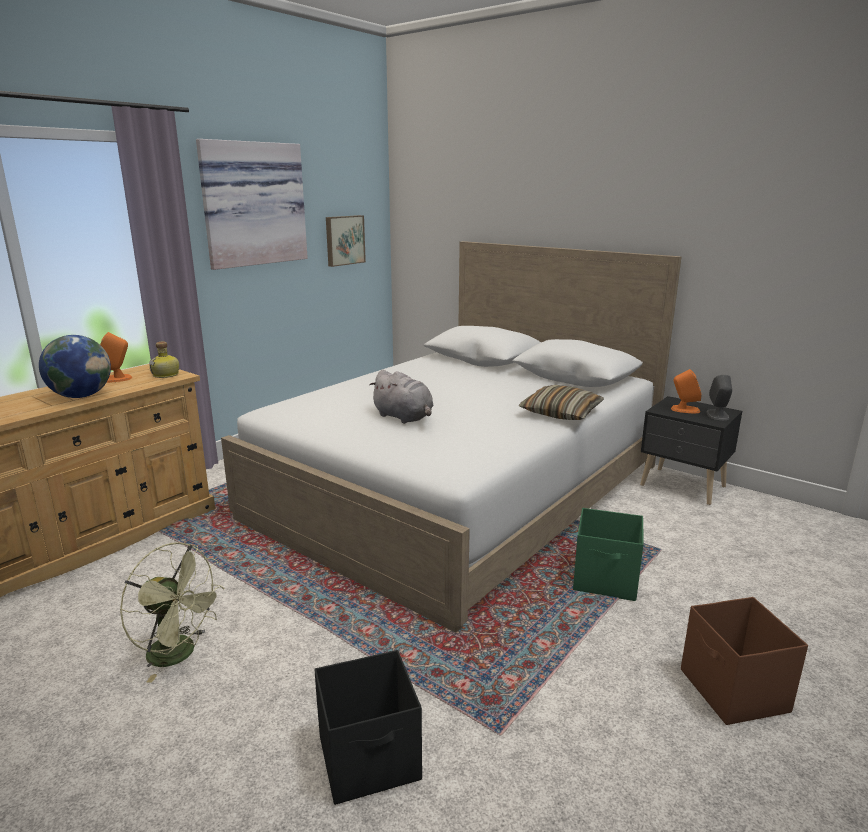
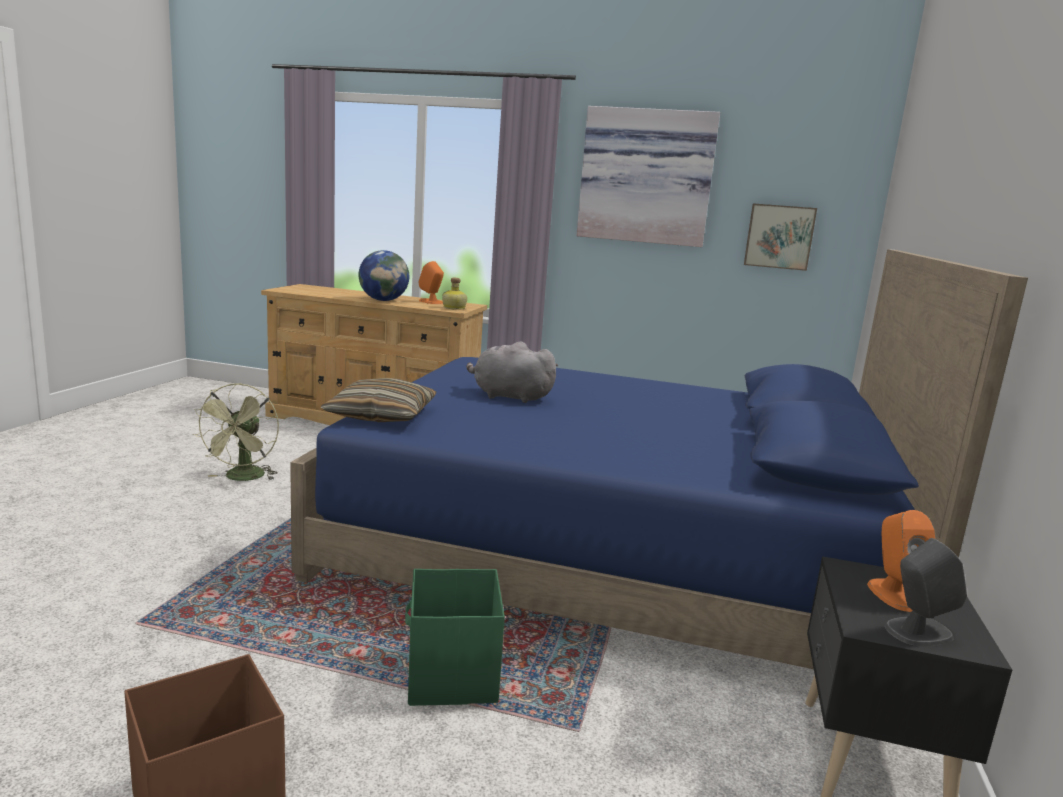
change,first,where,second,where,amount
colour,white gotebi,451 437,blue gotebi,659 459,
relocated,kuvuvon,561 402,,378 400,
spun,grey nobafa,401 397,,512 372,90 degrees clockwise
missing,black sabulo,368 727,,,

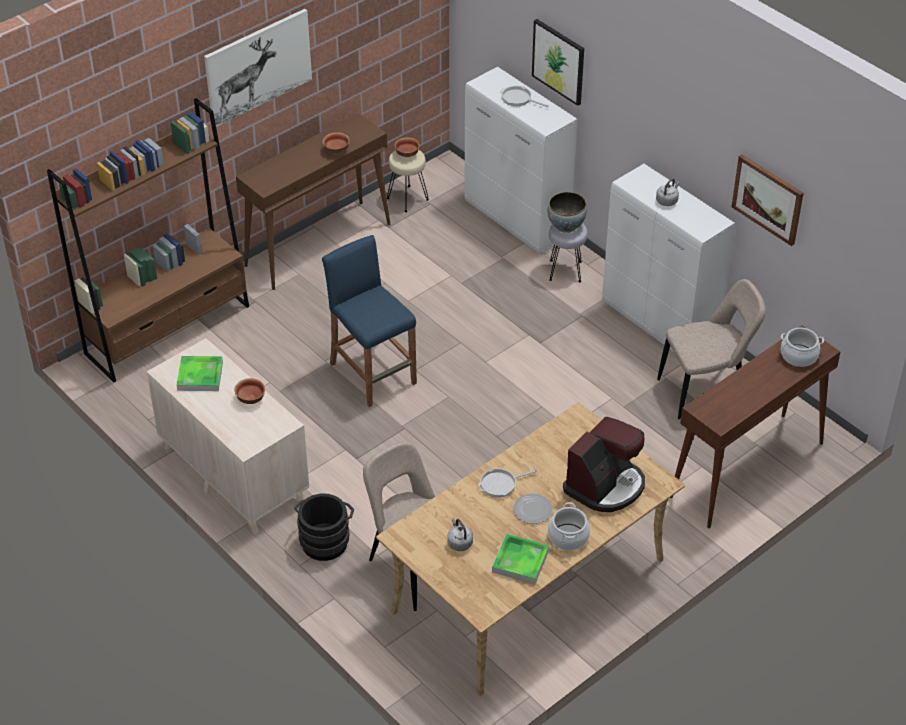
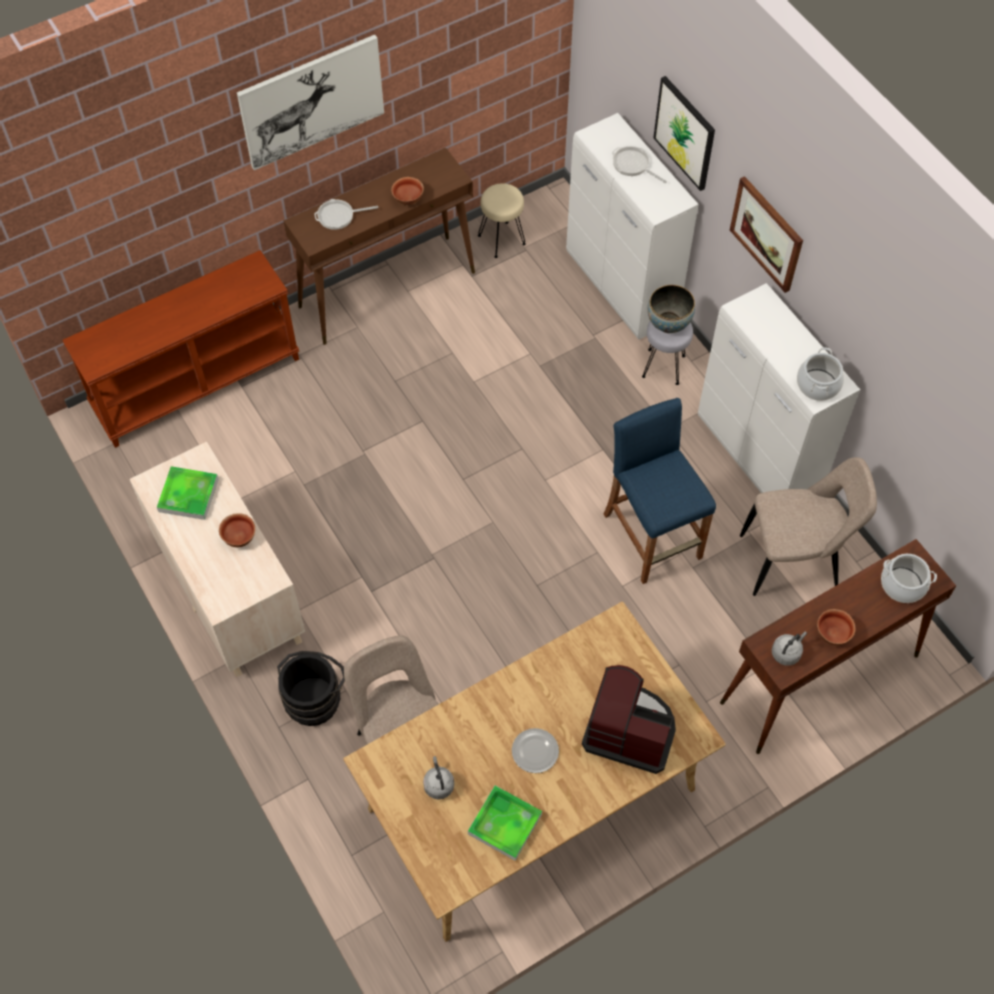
change,first,where,second,where,amount
exchanged,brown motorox,148 240,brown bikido,180 349,
relocated,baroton,508 483,,346 214,
spun,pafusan,604 464,,629 719,120 degrees counterclockwise
relocated,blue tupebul,369 321,,659 491,
relocated,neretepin,767 200,,766 234,
relocated,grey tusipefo,668 192,,789 649,
relocated,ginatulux,569 526,,820 374,
relocated,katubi,407 147,,836 627,

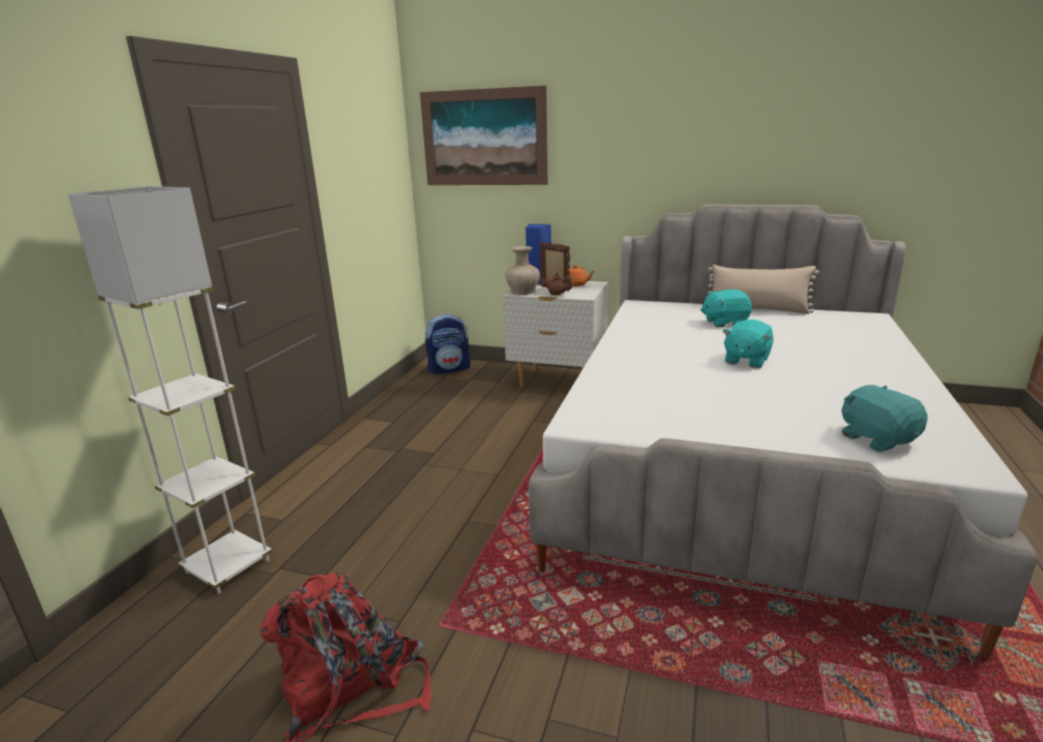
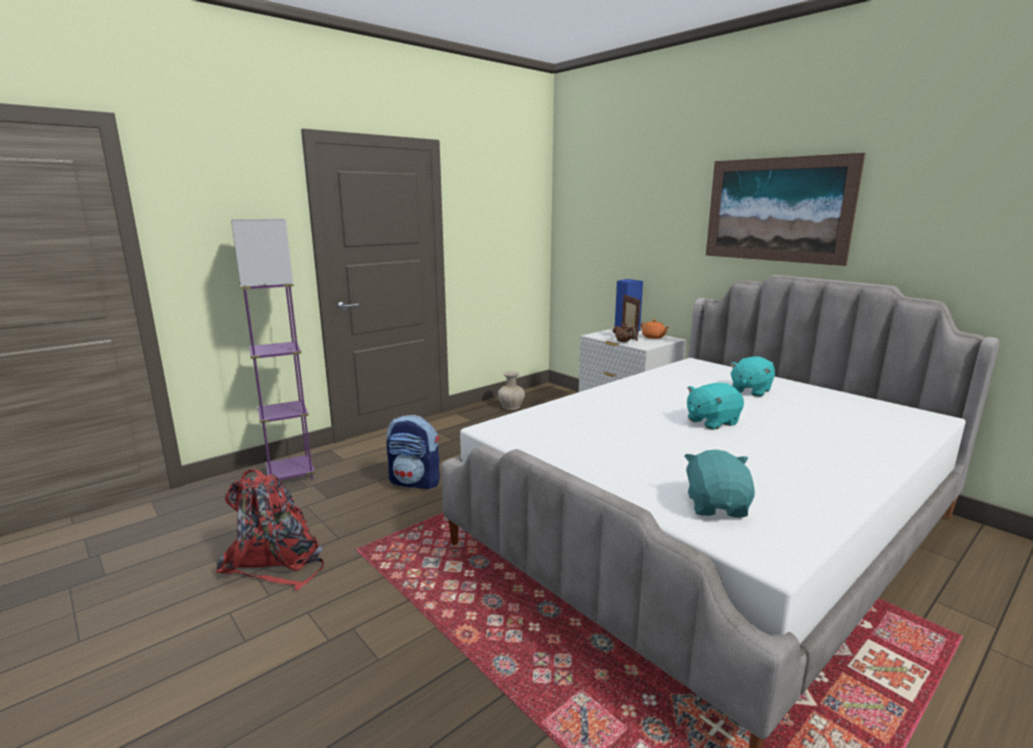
change,first,where,second,where,amount
colour,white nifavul,170 390,purple nifavul,273 349,
relocated,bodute,447 344,,413 452,
relocated,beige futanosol,522 270,,511 390,
relocated,neretepin,484 135,,785 209,
spun,turquoise nobafa,726 308,,752 376,75 degrees counterclockwise
missing,beige kuvuvon,763 289,,,

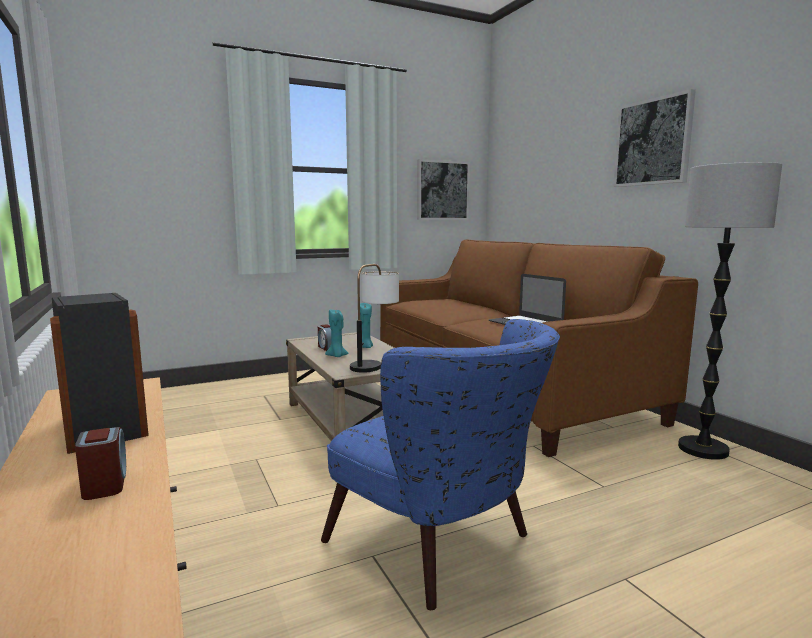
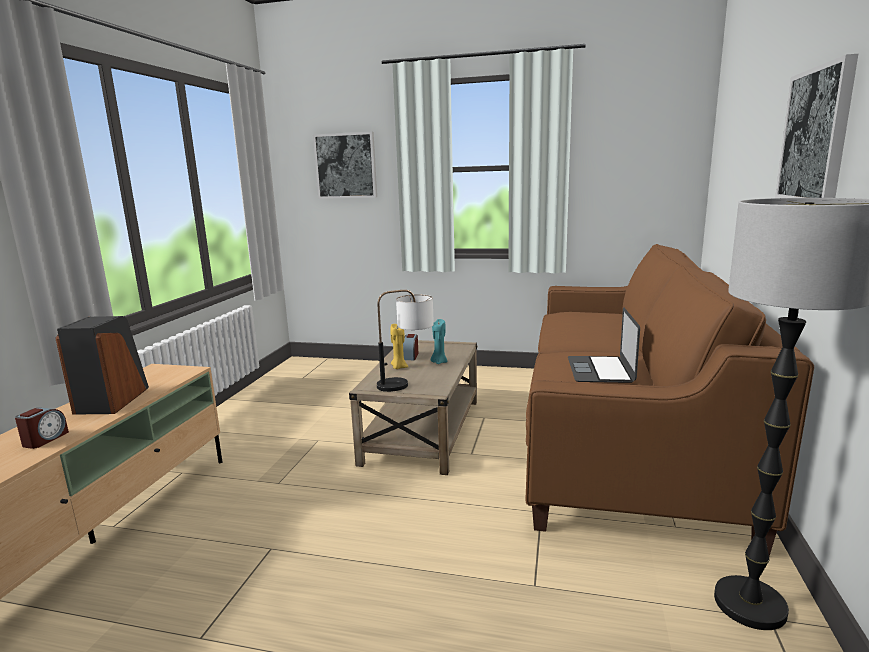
change,first,where,second,where,amount
relocated,neretepin,443 189,,345 165,
colour,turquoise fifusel,337 333,yellow fifusel,399 346,
missing,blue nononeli,440 464,,,

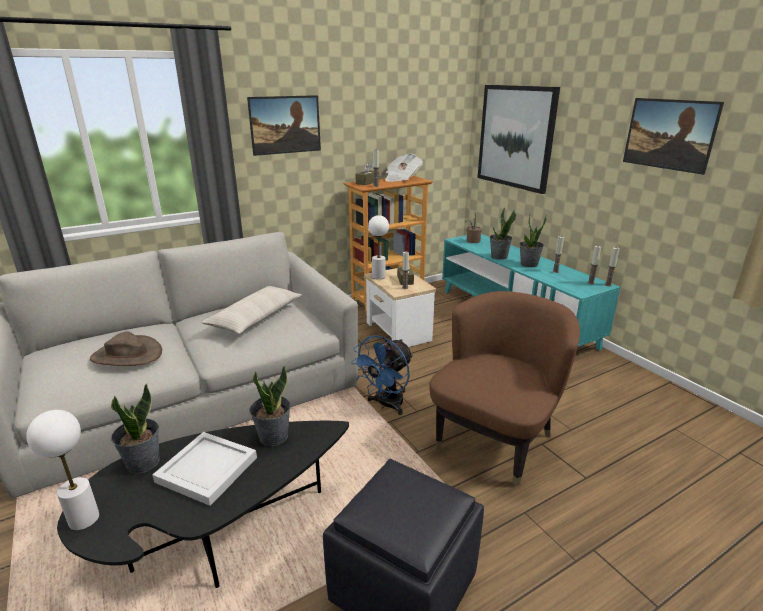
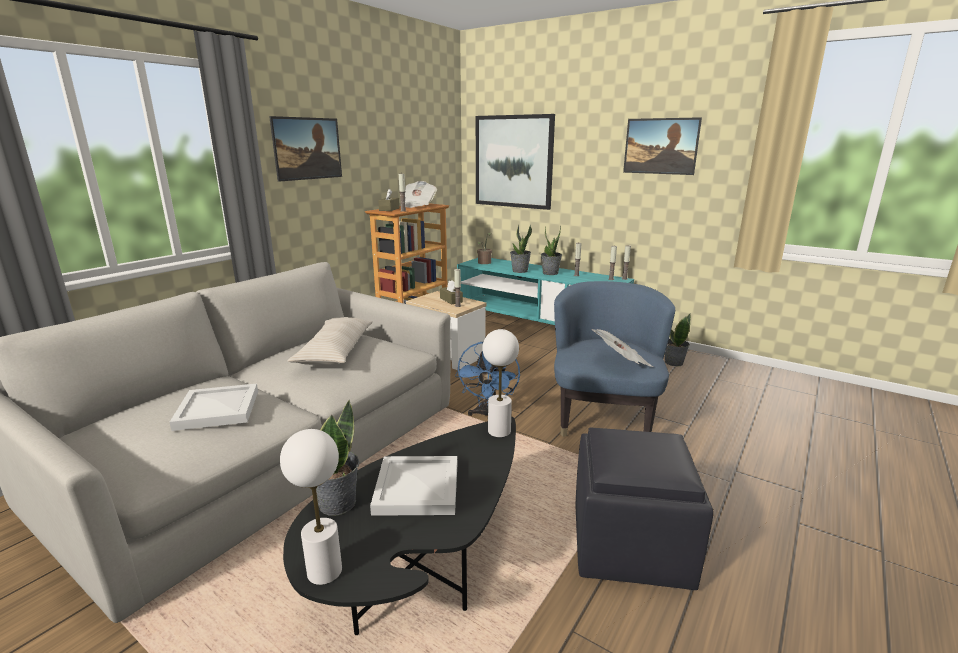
change,first,where,second,where,amount
exchanged,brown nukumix,126 348,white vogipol,214 407,
relocated,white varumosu,378 247,,500 383,
colour,brown nononeli,504 388,blue nononeli,614 359,
appeared,,,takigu,622 348,
relocated,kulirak,270 406,,678 340,

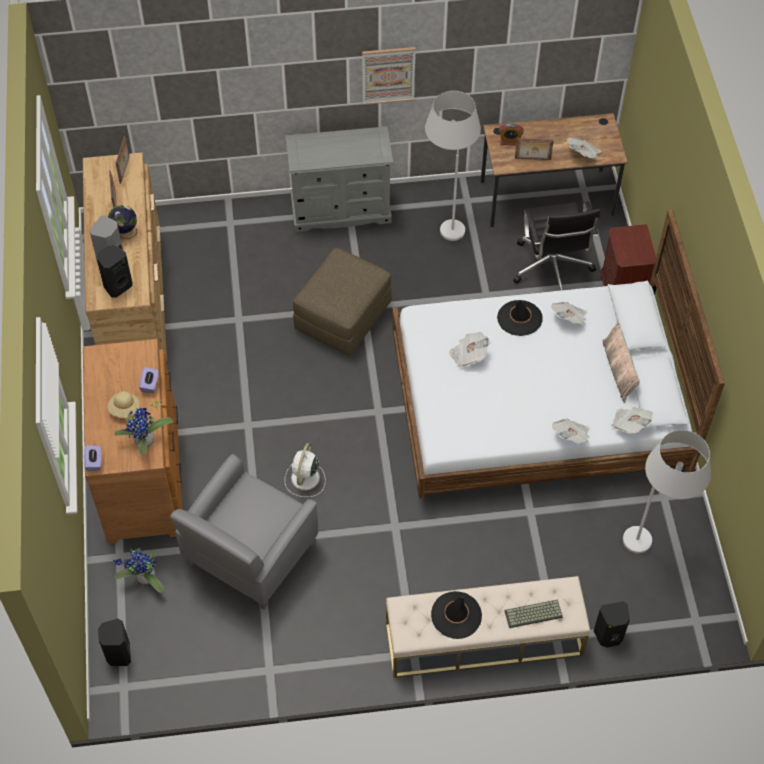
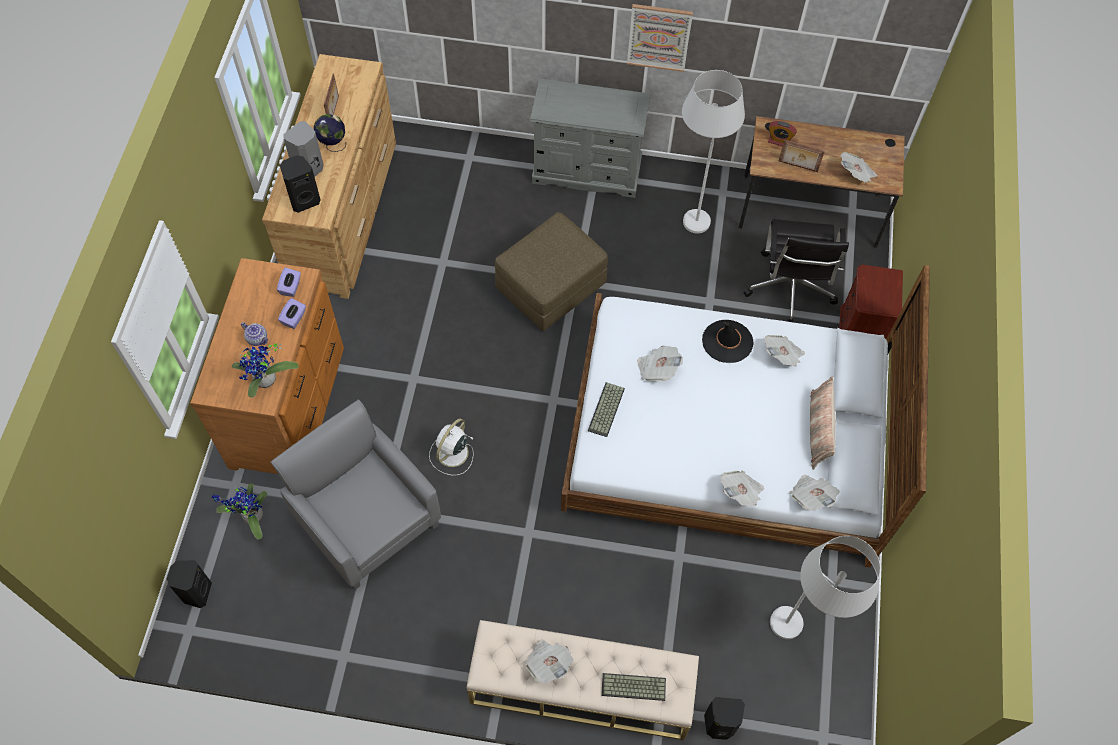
change,first,where,second,where,amount
exchanged,beige nukumix,124 404,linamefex,254 334,
spun,grey nononeli,244 532,,356 494,90 degrees clockwise
relocated,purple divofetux,93 458,,289 282,
exchanged,black nukumix,456 615,takigu,548 662,
appeared,,,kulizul,606 409,
missing,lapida,122 160,,,

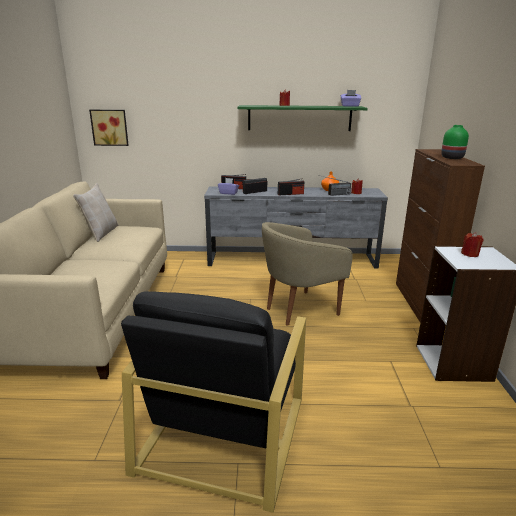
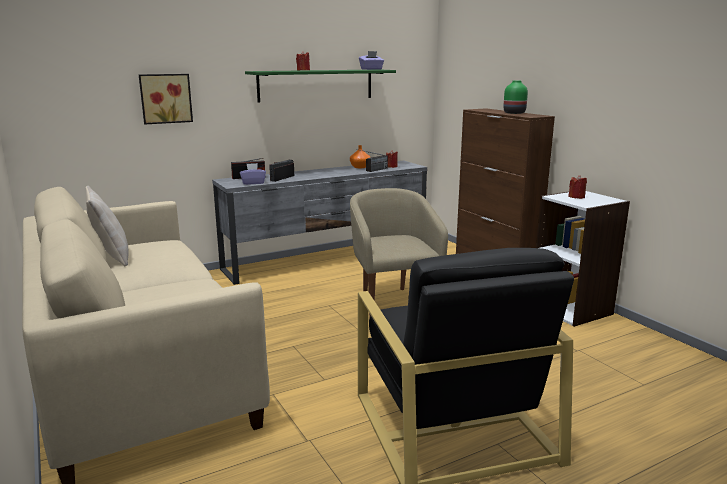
change,first,where,second,where,amount
relocated,neretepin,109 128,,166 99,
spun,beige nononeli,307 274,,399 253,135 degrees clockwise
missing,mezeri,291 186,,,

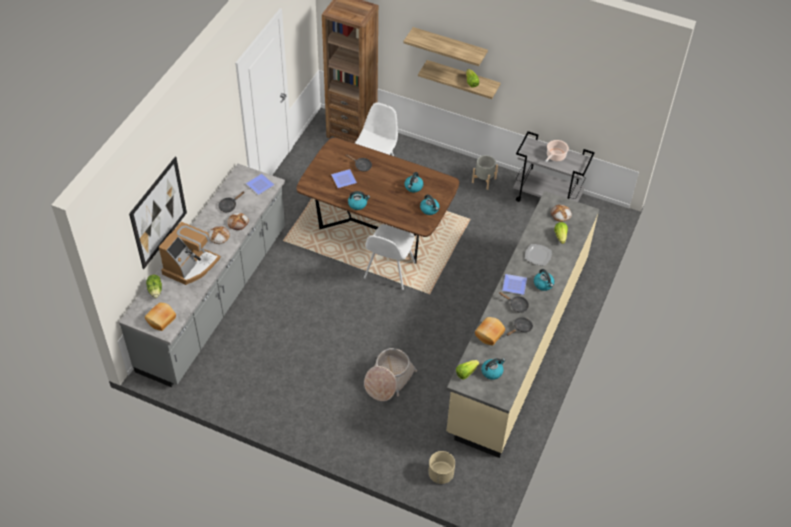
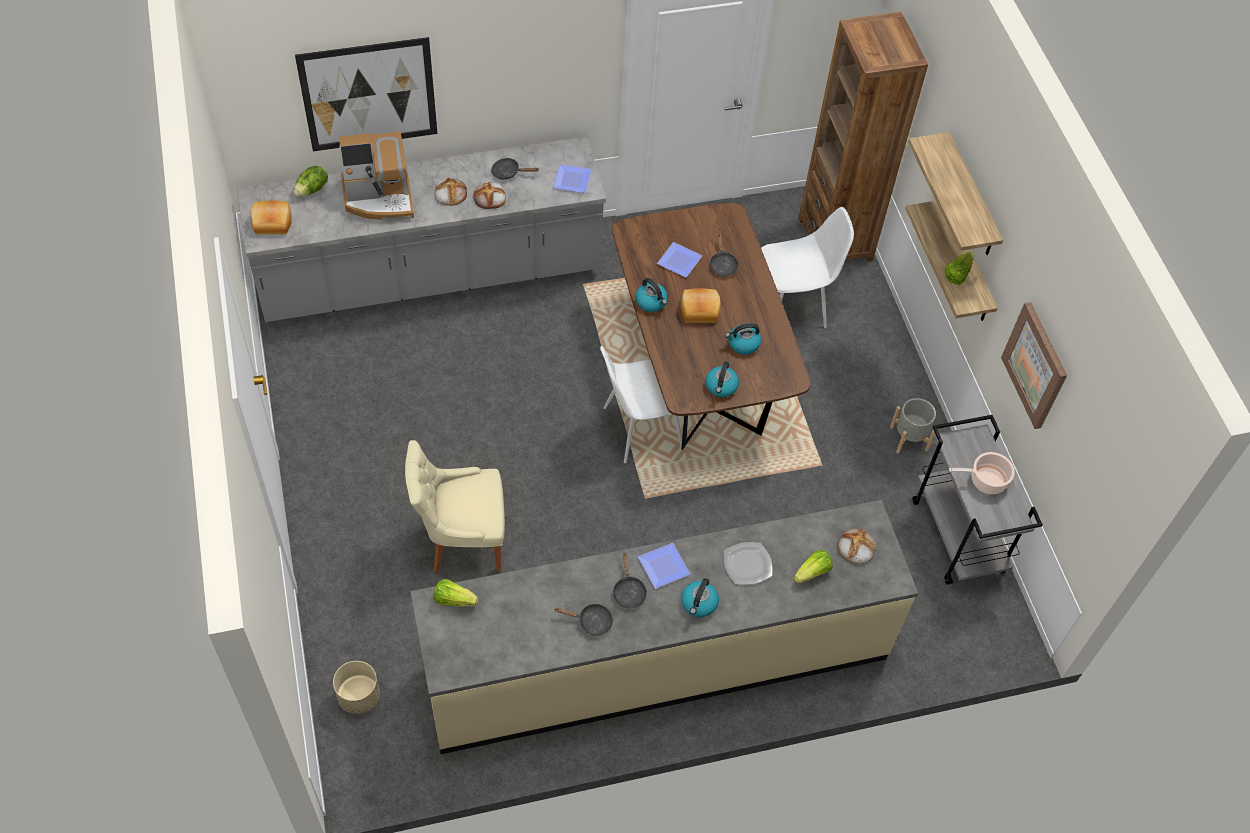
change,first,where,second,where,amount
exchanged,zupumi,390 374,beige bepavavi,455 507,
relocated,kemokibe,490 331,,701 305,
appeared,,,neretepin,1034 365,
missing,tusipefo,493 369,,,

